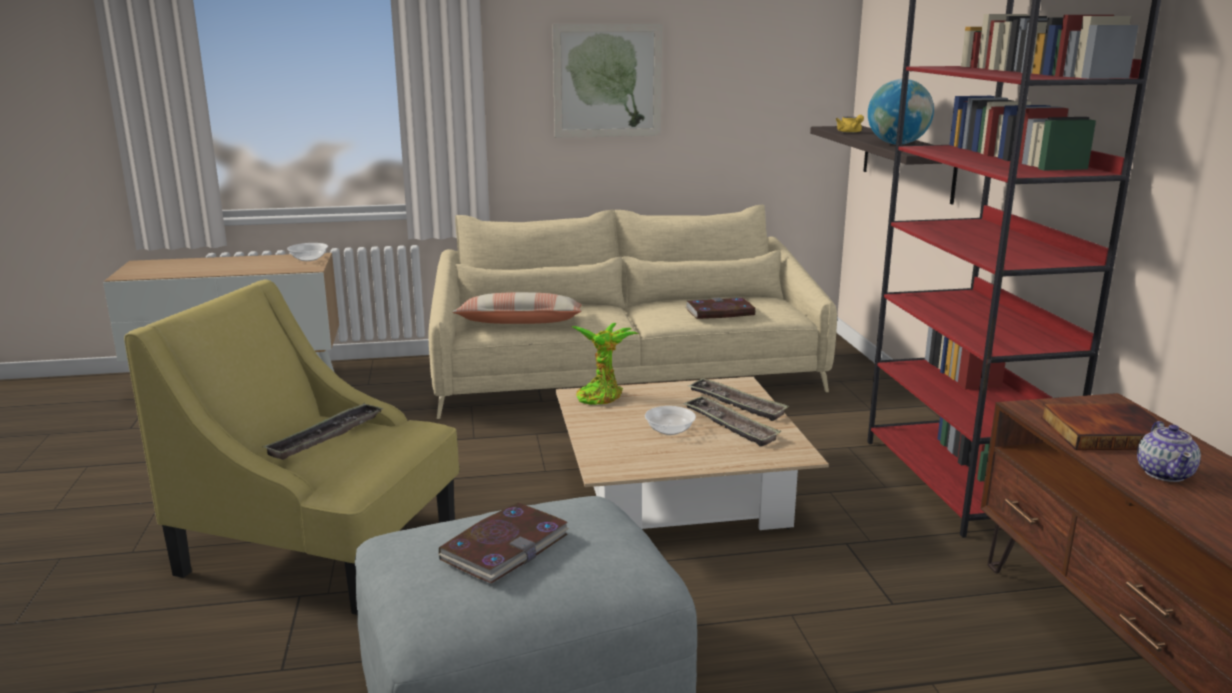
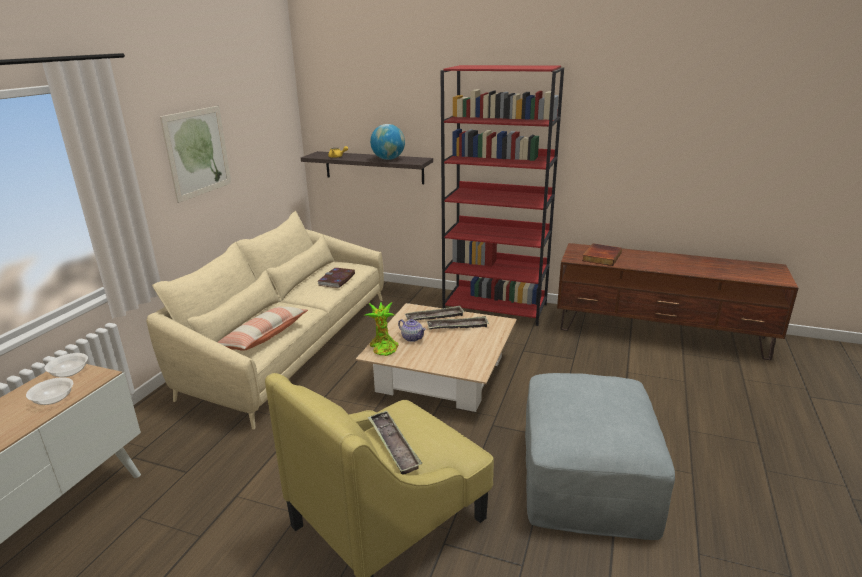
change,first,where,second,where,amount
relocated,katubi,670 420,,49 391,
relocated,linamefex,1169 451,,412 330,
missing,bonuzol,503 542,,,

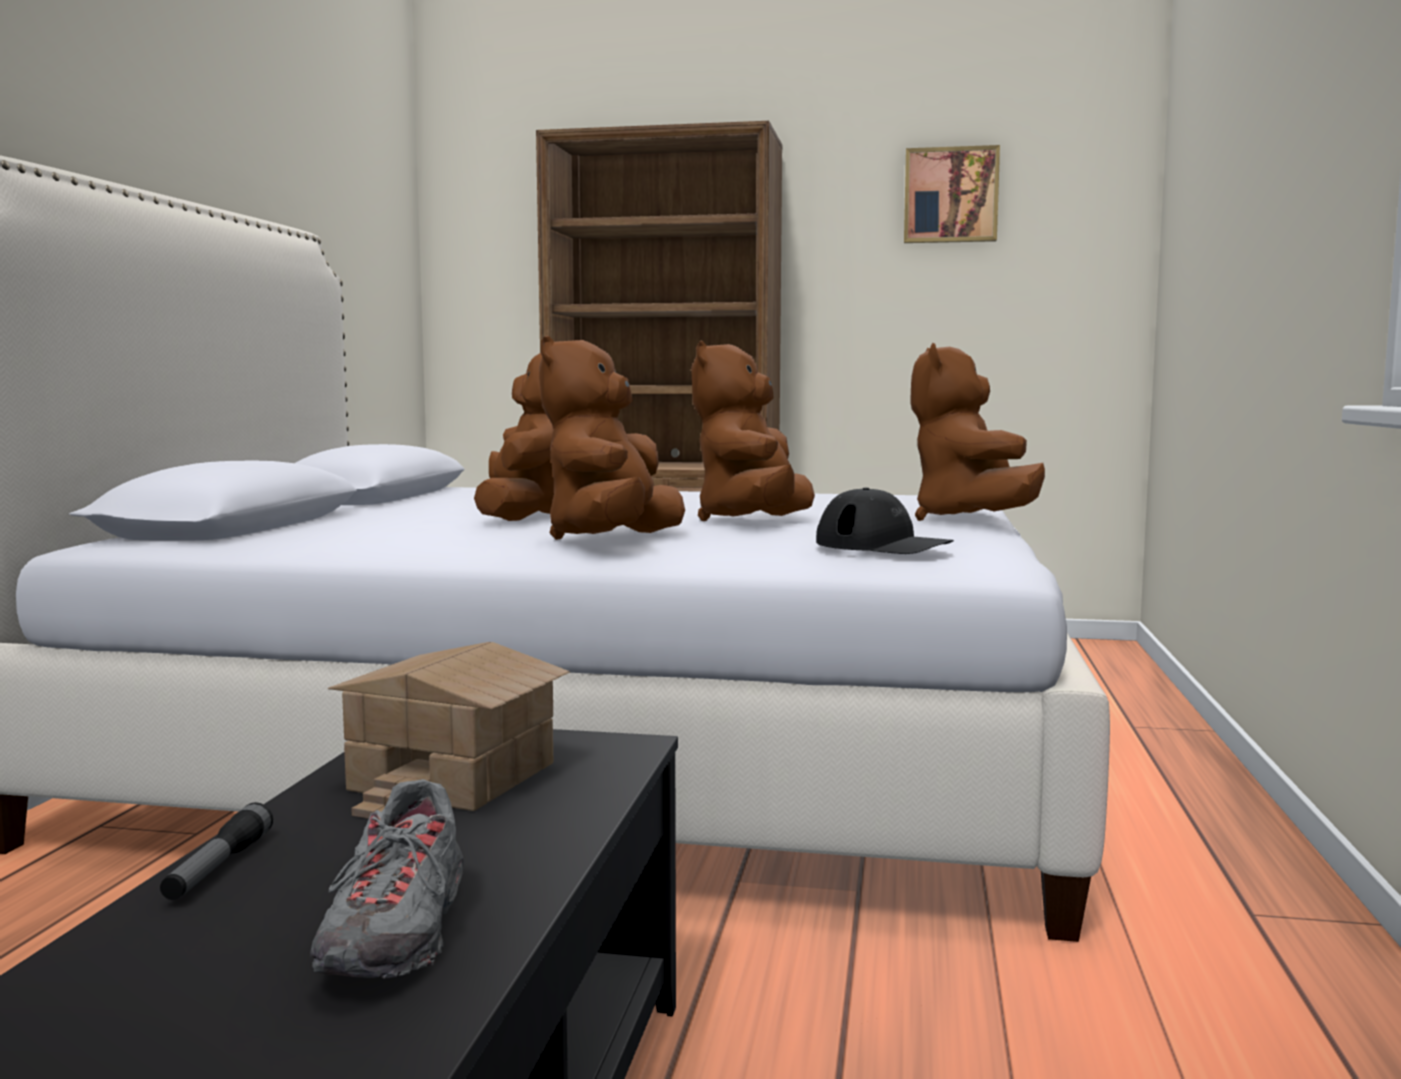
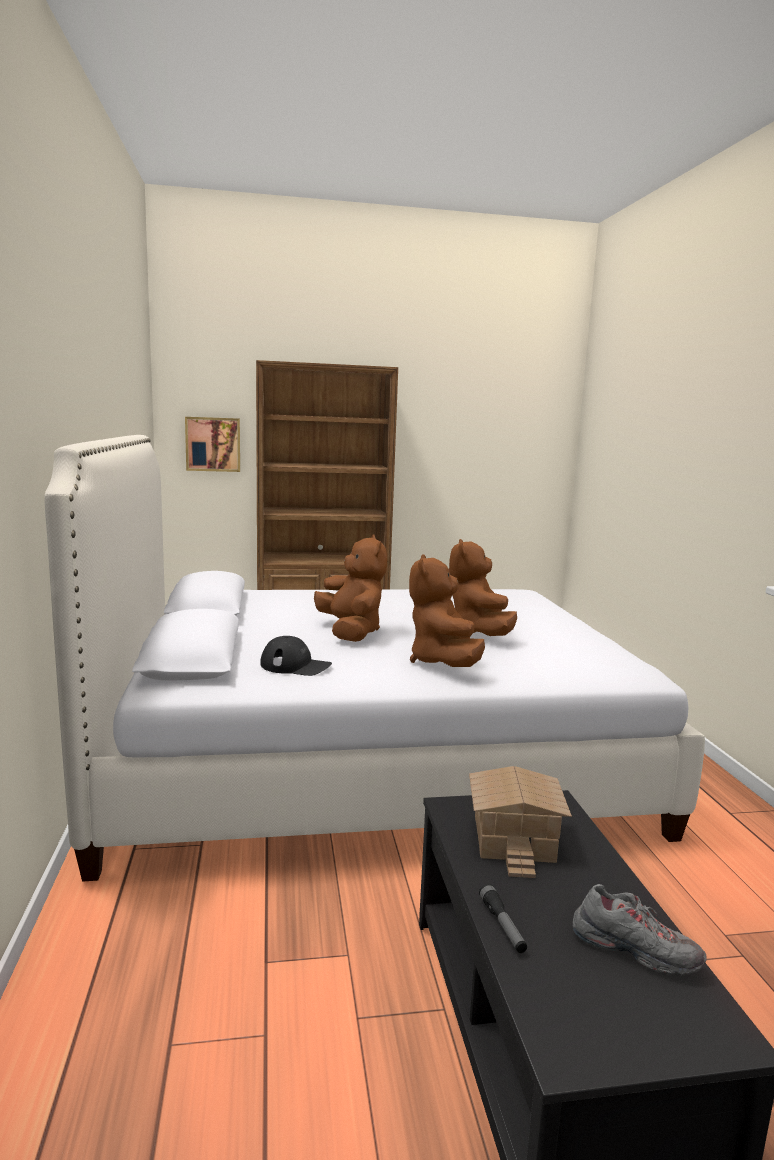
change,first,where,second,where,amount
relocated,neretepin,952 194,,212 444,
relocated,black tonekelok,885 521,,296 656,
spun,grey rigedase,387 879,,639 929,45 degrees counterclockwise
missing,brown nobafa,977 432,,,

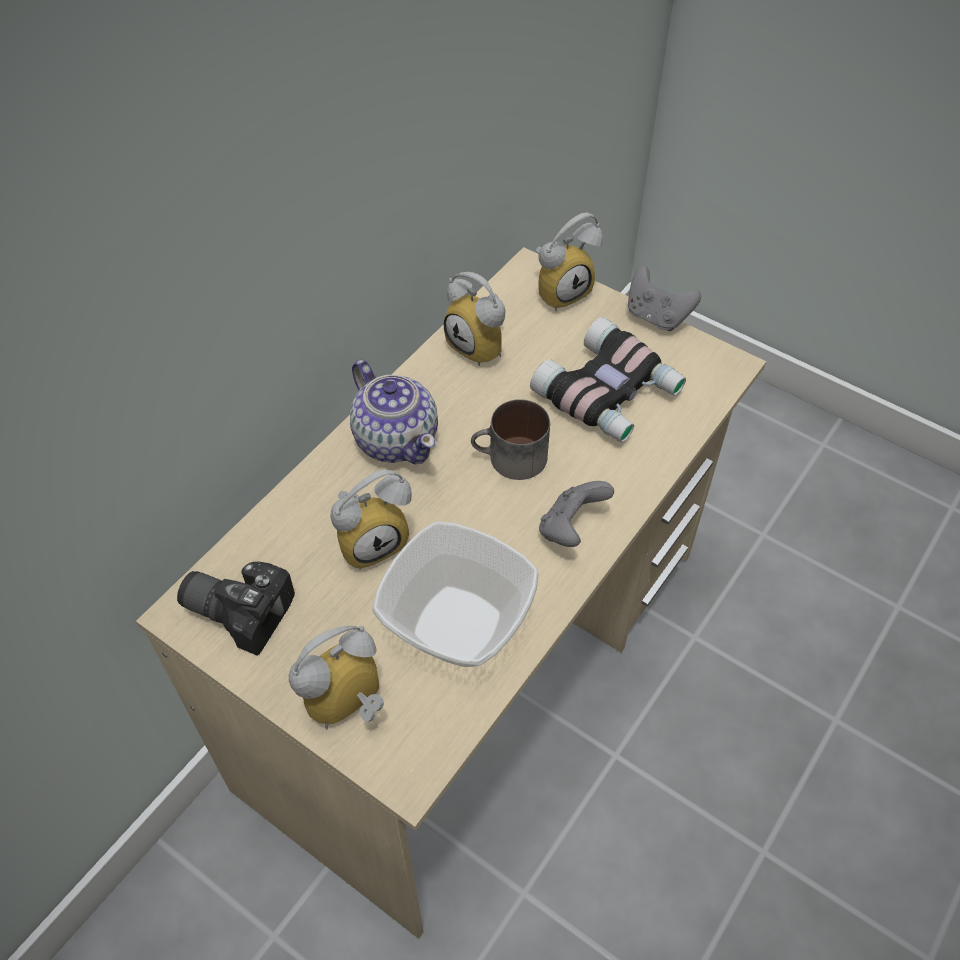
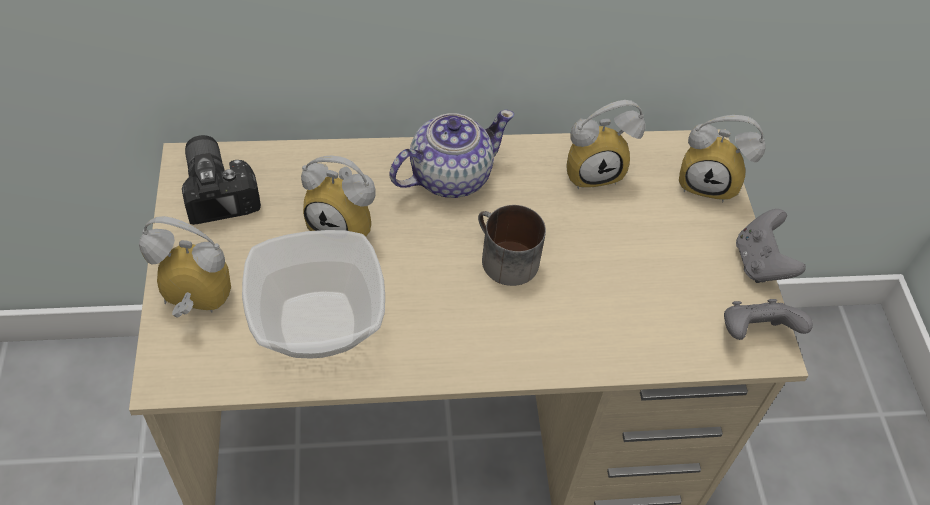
change,first,where,second,where,amount
spun,linamefex,394 412,,452 154,135 degrees counterclockwise
spun,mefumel,474 319,,605 144,105 degrees counterclockwise
relocated,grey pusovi,576 514,,768 319,
missing,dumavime,608 379,,,

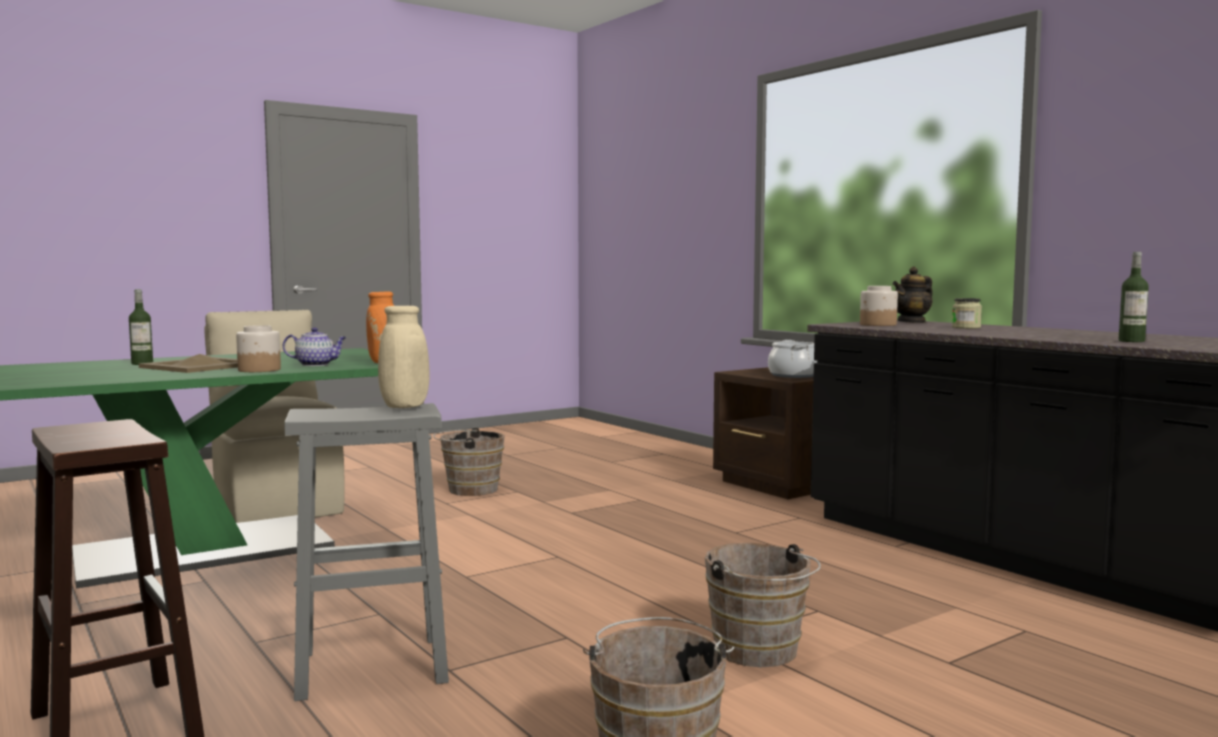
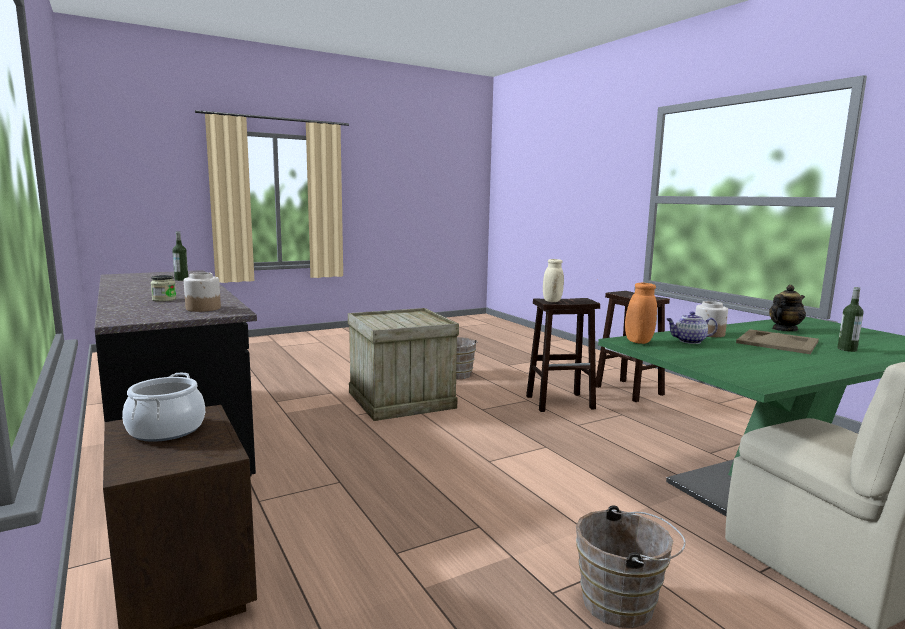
change,first,where,second,where,amount
exchanged,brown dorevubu,763 605,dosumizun,403 364,
colour,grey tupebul,367 552,brown tupebul,563 355,
relocated,linamefex,912 295,,787 308,

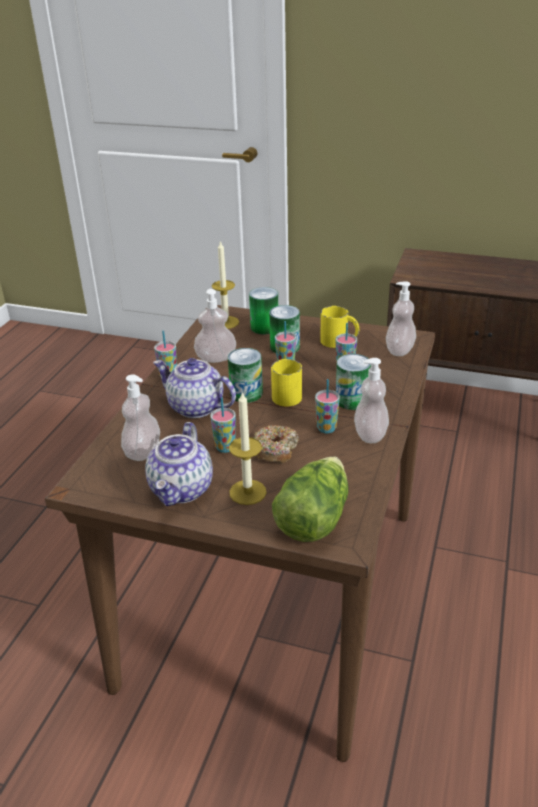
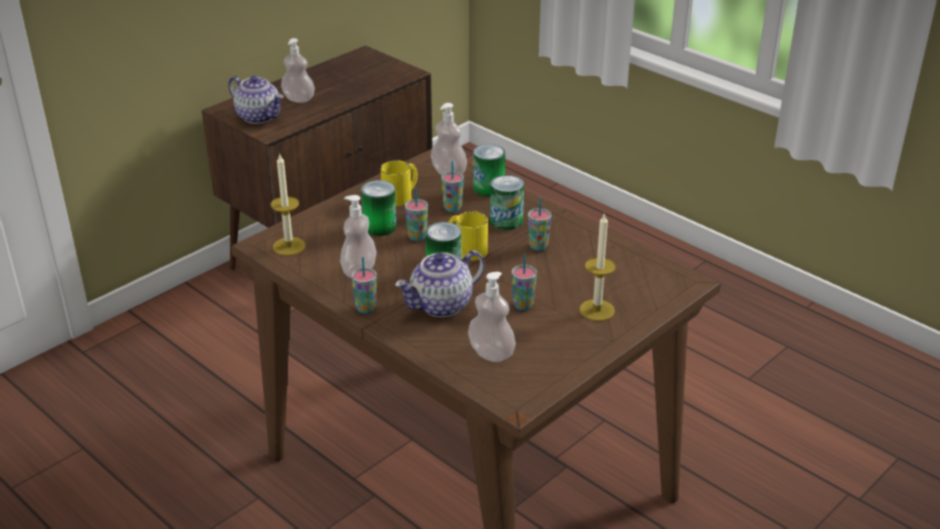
change,first,where,second,where,amount
relocated,linamefex,179 464,,256 100,
relocated,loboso,371 400,,298 70,
relocated,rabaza,263 310,,489 170,
missing,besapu,276 444,,,
missing,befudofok,310 499,,,

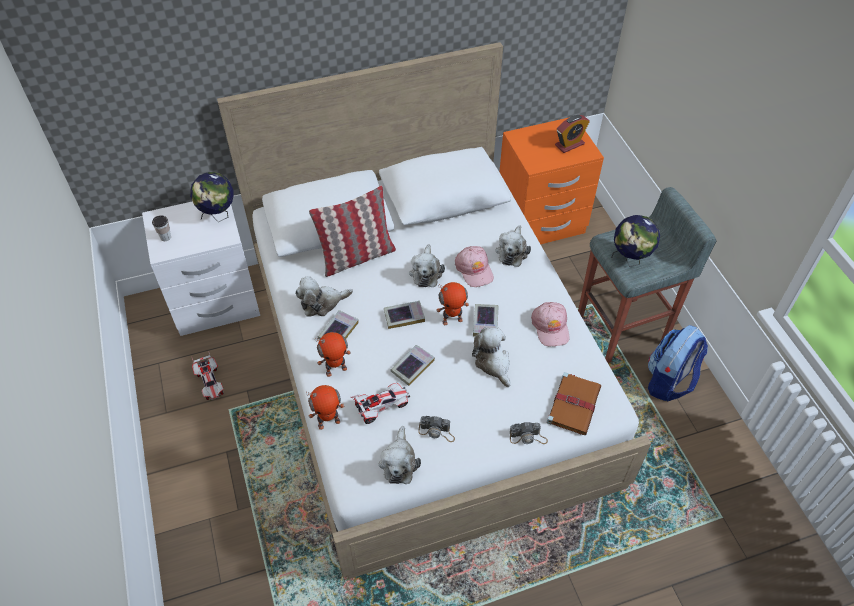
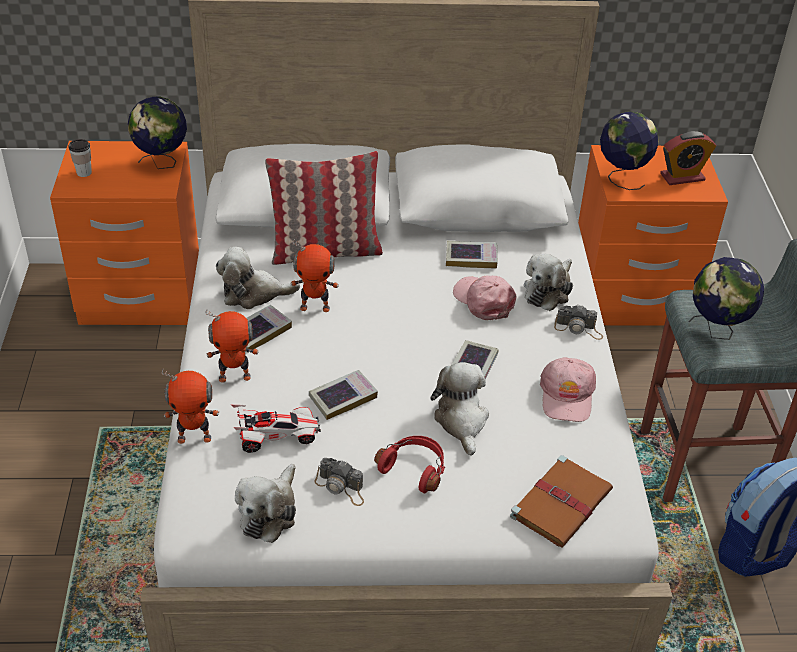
change,first,where,second,where,amount
colour,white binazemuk,201 268,orange binazemuk,124 233,
relocated,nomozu,452 303,,315 275,
appeared,,,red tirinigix,409 464,
relocated,bonuzol,404 315,,472 255,
spun,pink tonekelok,474 266,,484 298,150 degrees clockwise
relocated,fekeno,529 433,,578 322,
appeared,,,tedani,629 150,
missing,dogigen,208 376,,,
missing,nobafa,427 265,,,

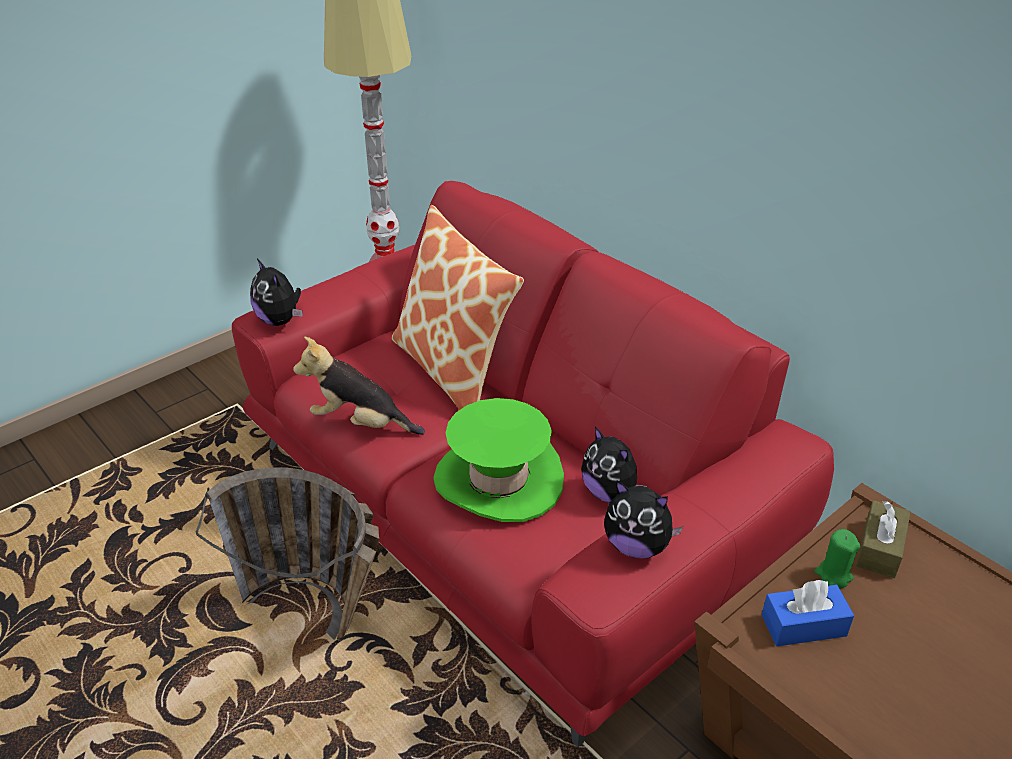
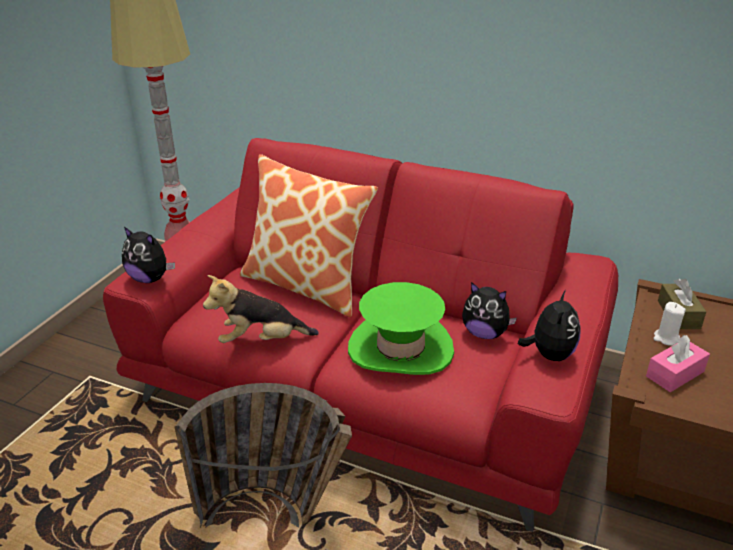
change,first,where,second,where,amount
spun,nobafa,643 520,,549 325,75 degrees counterclockwise
colour,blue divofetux,808 613,pink divofetux,678 363,
colour,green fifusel,837 558,white fifusel,670 324,

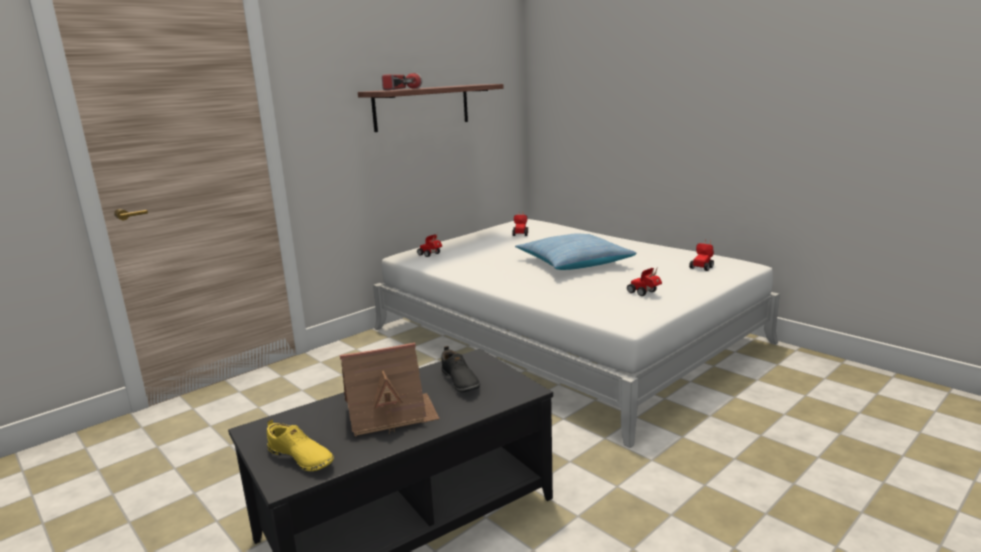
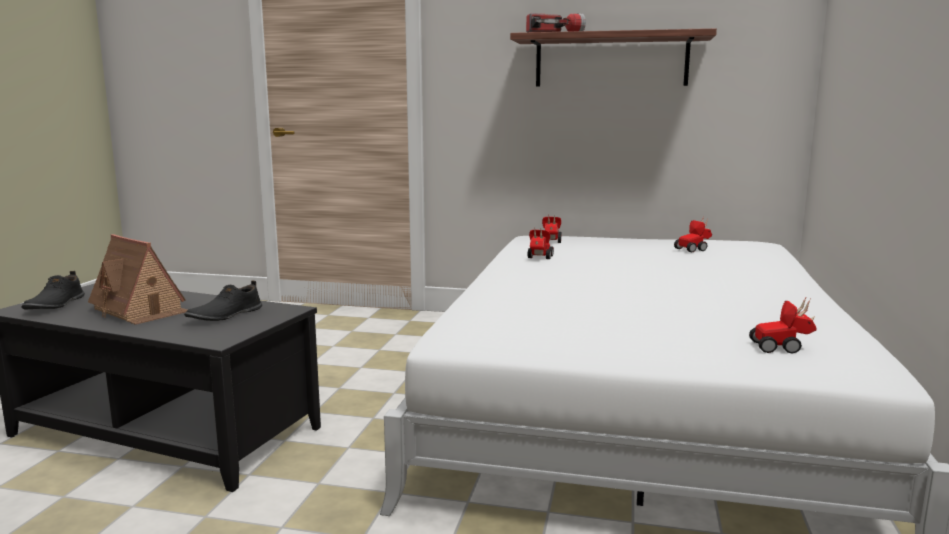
change,first,where,second,where,amount
colour,yellow rigedase,300 445,black rigedase,53 290,
relocated,dogigen,644 282,,541 243,
missing,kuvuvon,575 251,,,

